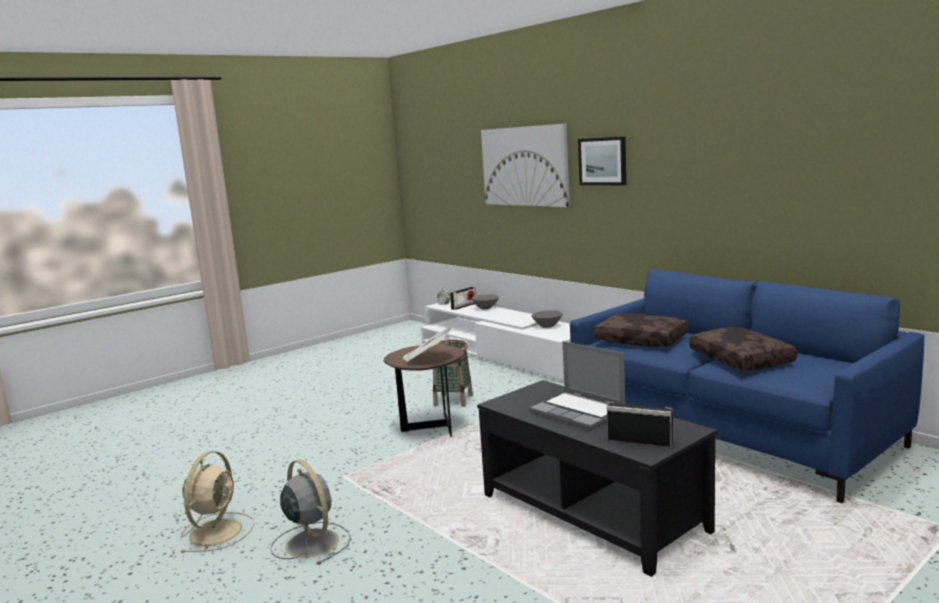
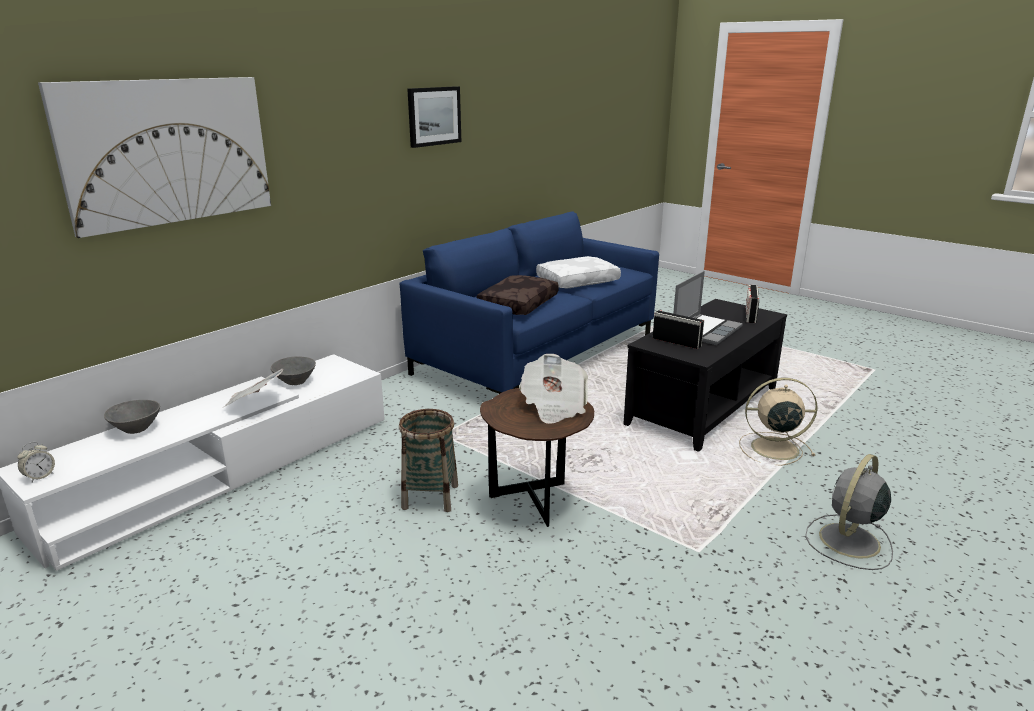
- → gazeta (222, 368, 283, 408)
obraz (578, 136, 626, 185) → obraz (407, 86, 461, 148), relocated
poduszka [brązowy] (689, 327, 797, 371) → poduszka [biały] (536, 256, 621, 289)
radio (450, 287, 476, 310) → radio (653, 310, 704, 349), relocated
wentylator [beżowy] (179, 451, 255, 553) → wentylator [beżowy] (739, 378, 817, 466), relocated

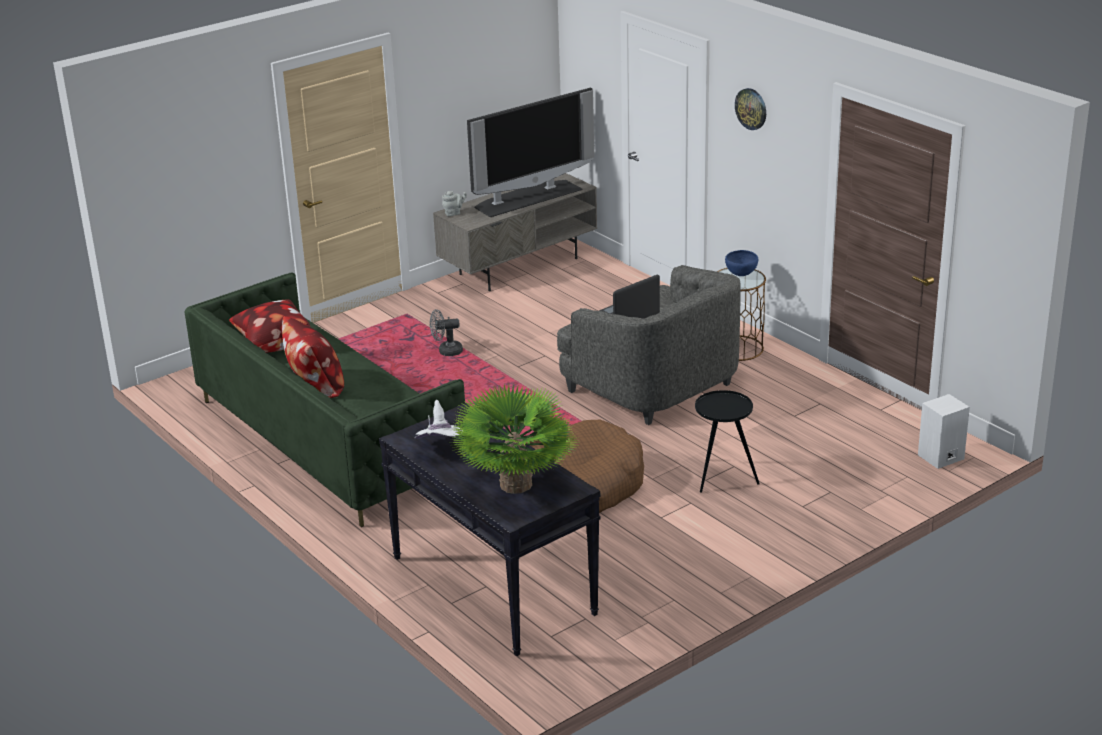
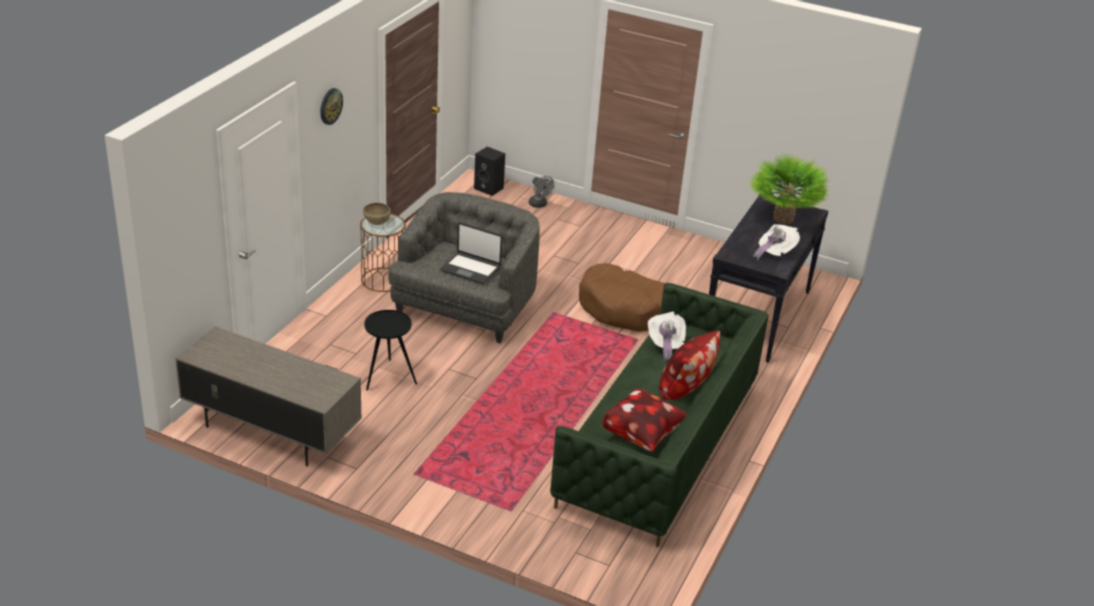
miska [niebieski] (725, 250, 758, 276) → miska [brązowy] (363, 202, 391, 225)
stolik [czarny] (695, 390, 760, 493) → stolik [czarny] (364, 310, 417, 391), relocated
głośnik [biały] (918, 394, 970, 469) → głośnik [czarny] (474, 147, 505, 196)
wentylator [szary] (430, 309, 463, 356) → wentylator [szary] (529, 176, 555, 208), relocated
- → kapelusz [biały] (648, 312, 686, 362)
imbryk [szary] (442, 191, 467, 216) → -
telewizor (467, 88, 594, 217) → -

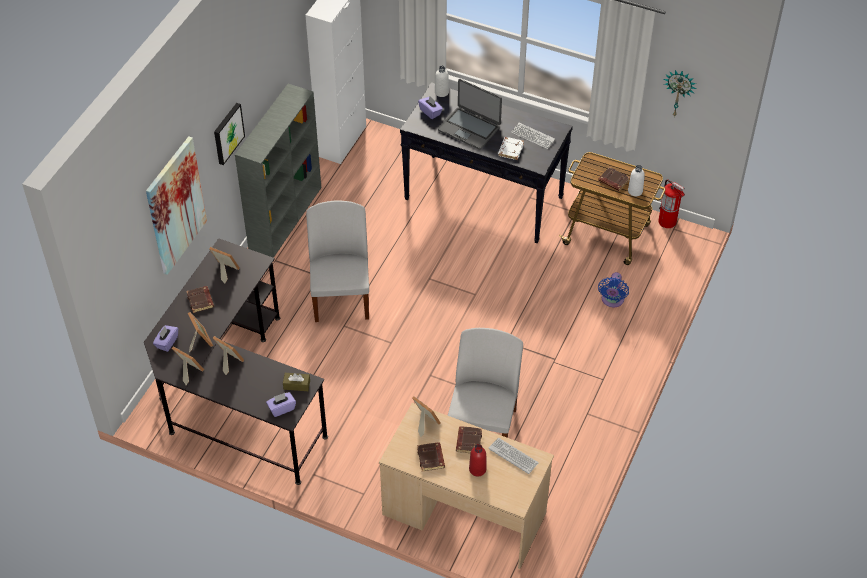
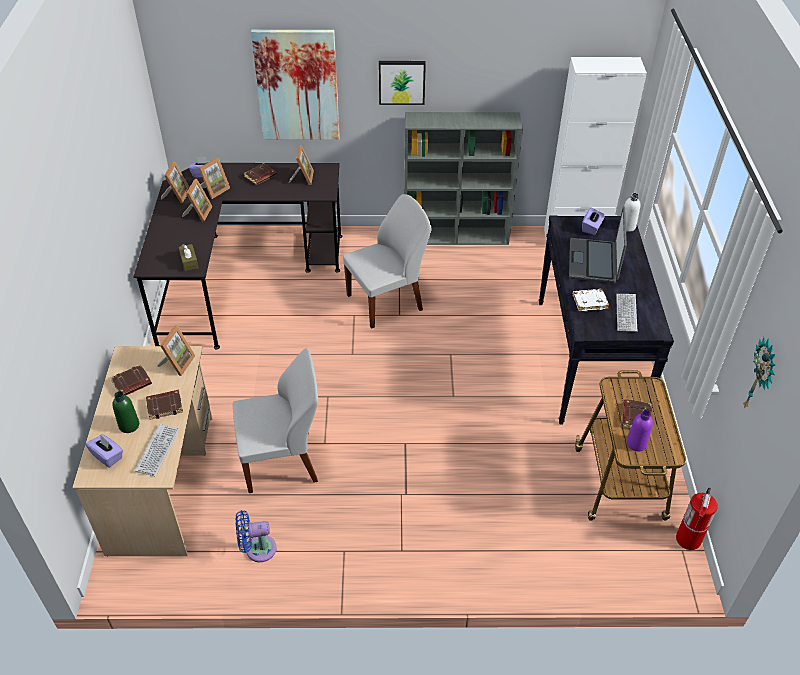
pudełko chusteczek [fioletowy] (266, 392, 296, 417) → pudełko chusteczek [fioletowy] (85, 434, 123, 468), relocated
butelka [czerwony] (469, 444, 487, 476) → butelka [zielony] (112, 391, 139, 433)
wentylator [niebieski] (598, 272, 629, 307) → wentylator [niebieski] (236, 510, 277, 562), relocated
butelka [biały] (628, 165, 645, 196) → butelka [fioletowy] (626, 410, 653, 451)

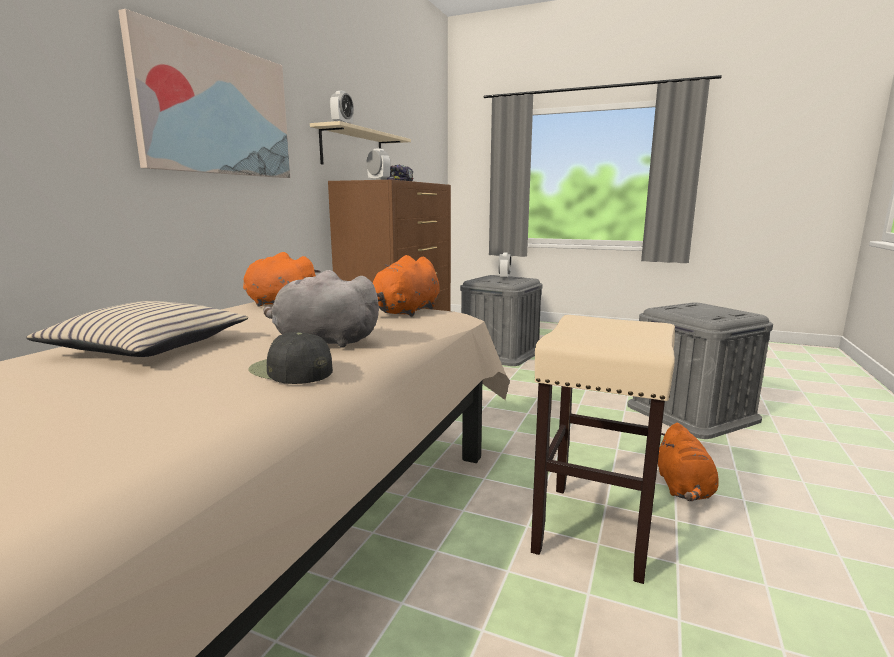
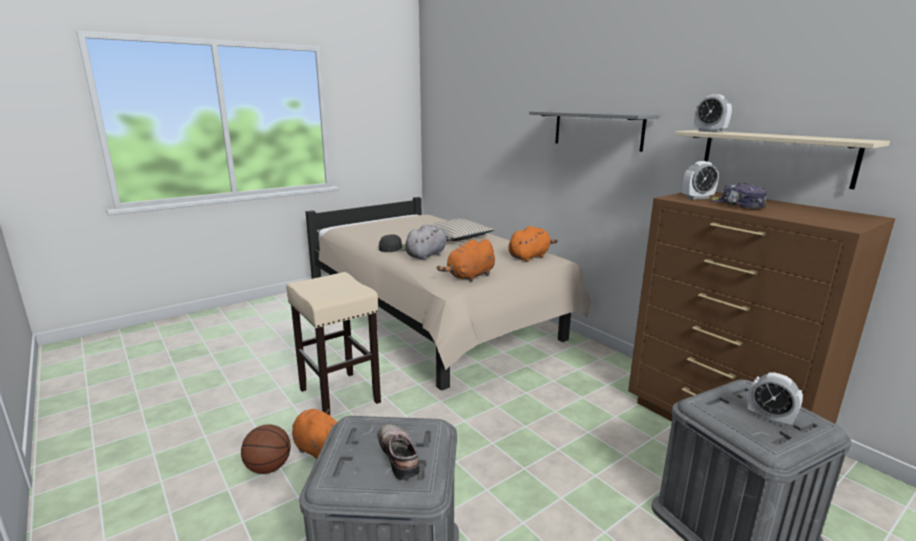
- → piłka do koszykówki (241, 425, 291, 474)
- → but (378, 424, 420, 480)
pluszak [pomarańczowy] (373, 255, 440, 317) → pluszak [pomarańczowy] (437, 239, 495, 282), 105 degrees counterclockwise
obraz (118, 9, 290, 178) → półka [szary] (529, 111, 659, 152)

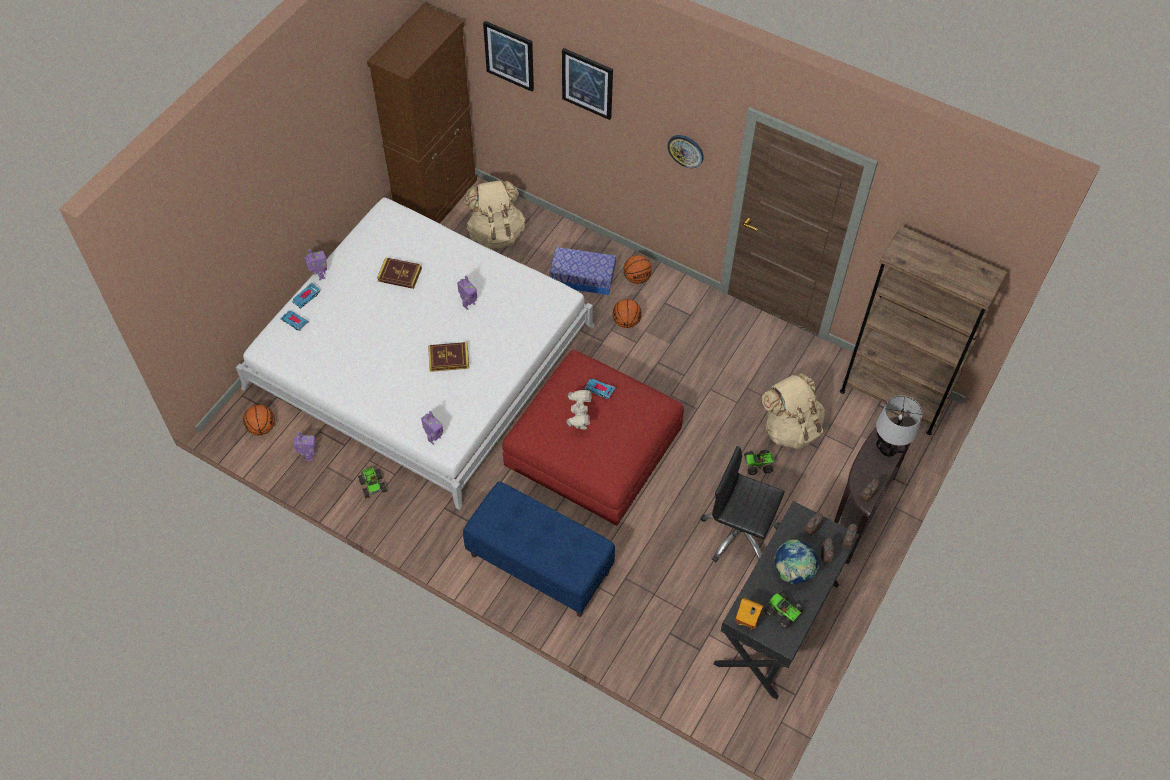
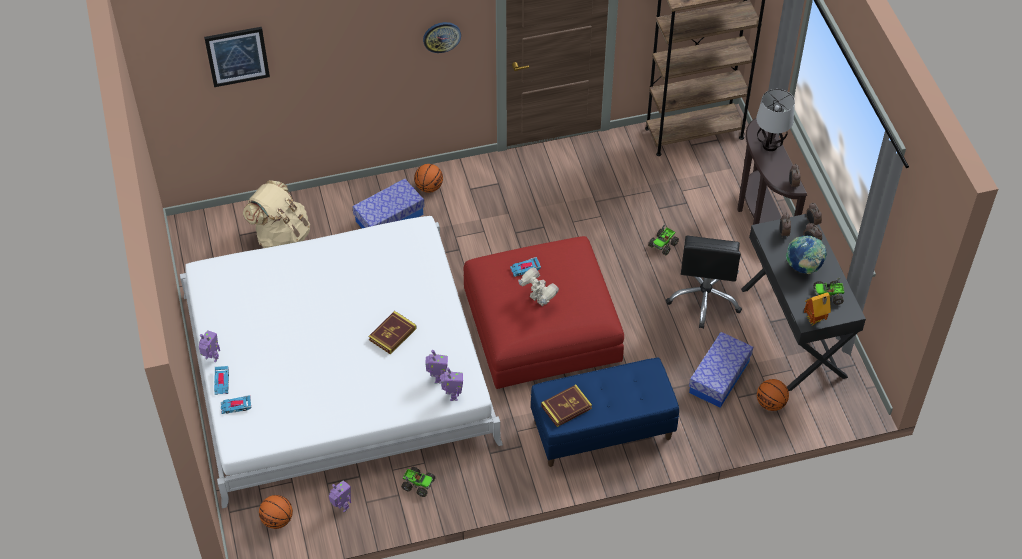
robot zabawkowy (457, 276, 477, 310) → robot zabawkowy (425, 350, 448, 384), relocated
książka (377, 257, 422, 289) → książka (541, 385, 592, 427), relocated
krzesło biurowe [czarny] (701, 446, 785, 562) → krzesło biurowe [czarny] (666, 236, 742, 329), 60 degrees counterclockwise
- → pojemnik do przechowywania (689, 332, 753, 408)
piłka do koszykówki (613, 299, 642, 328) → piłka do koszykówki (757, 379, 789, 411), relocated
szafka [brązowy] (367, 4, 477, 224) → -
obraz (562, 48, 613, 120) → -
plecak [beżowy] (762, 373, 825, 449) → -

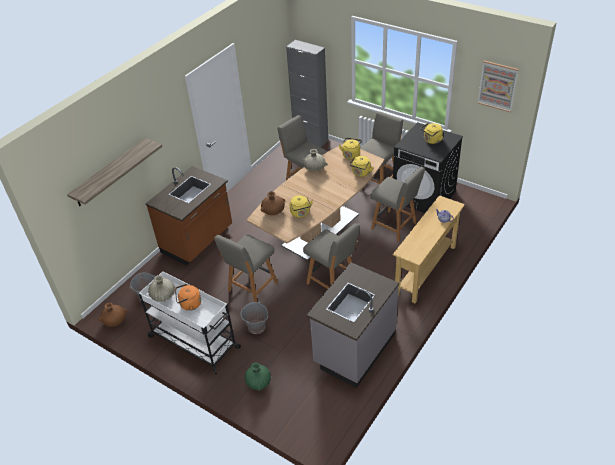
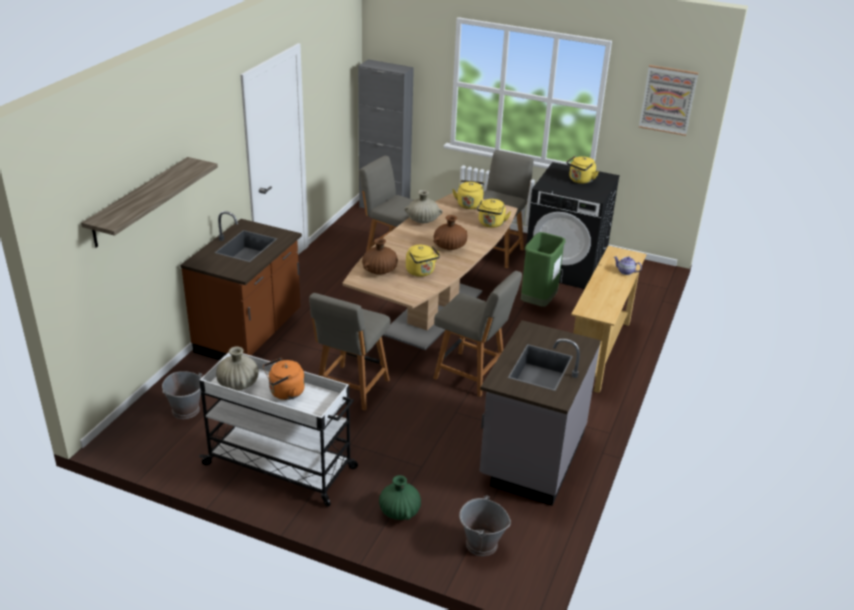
wazon [brązowy] (98, 303, 127, 327) → wazon [brązowy] (433, 215, 467, 250), relocated
wiadro [szary] (240, 301, 268, 334) → wiadro [szary] (459, 495, 511, 556), relocated
krzesło [szary] (370, 167, 425, 242) → kosz na śmieci [zielony] (521, 232, 566, 307)

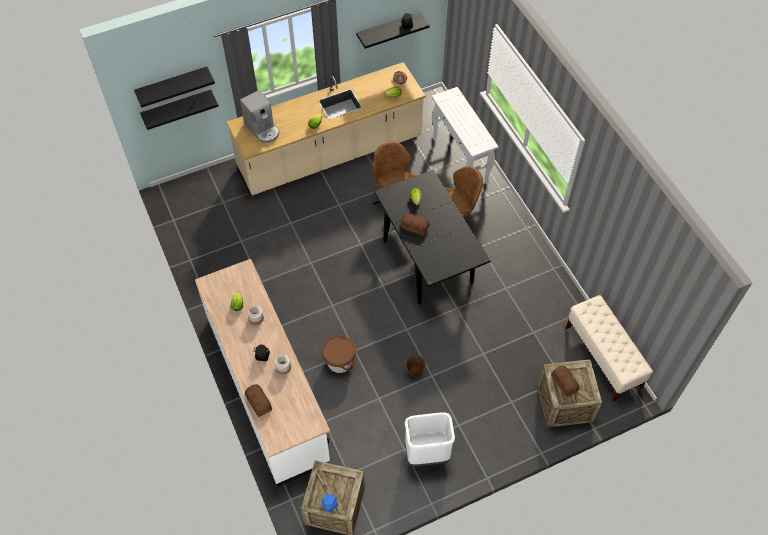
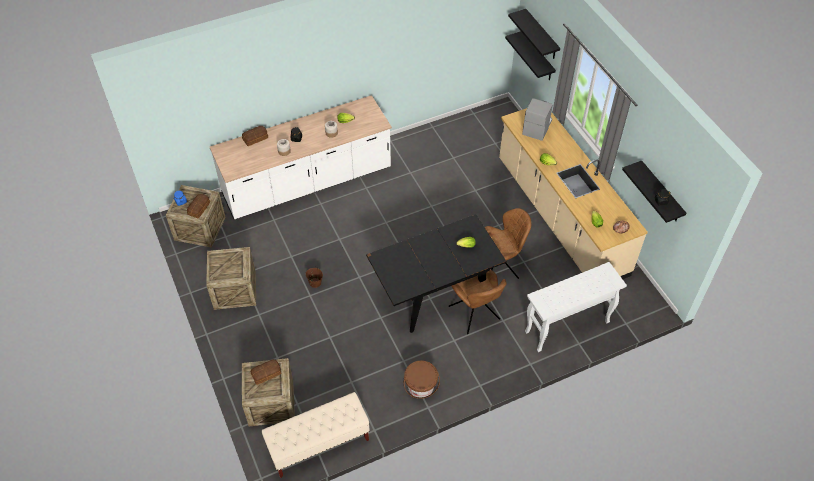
chleb (401, 213, 429, 236) → chleb (187, 194, 210, 218), relocated
kosz na śmieci [biały] (405, 413, 455, 466) → skrzynka (206, 247, 256, 310)
wiadro [brązowy] (322, 335, 356, 373) → wiadro [brązowy] (404, 361, 440, 399), relocated
ekspres do kawy (240, 90, 280, 143) → ekspres do kawy (522, 98, 553, 141), 150 degrees clockwise

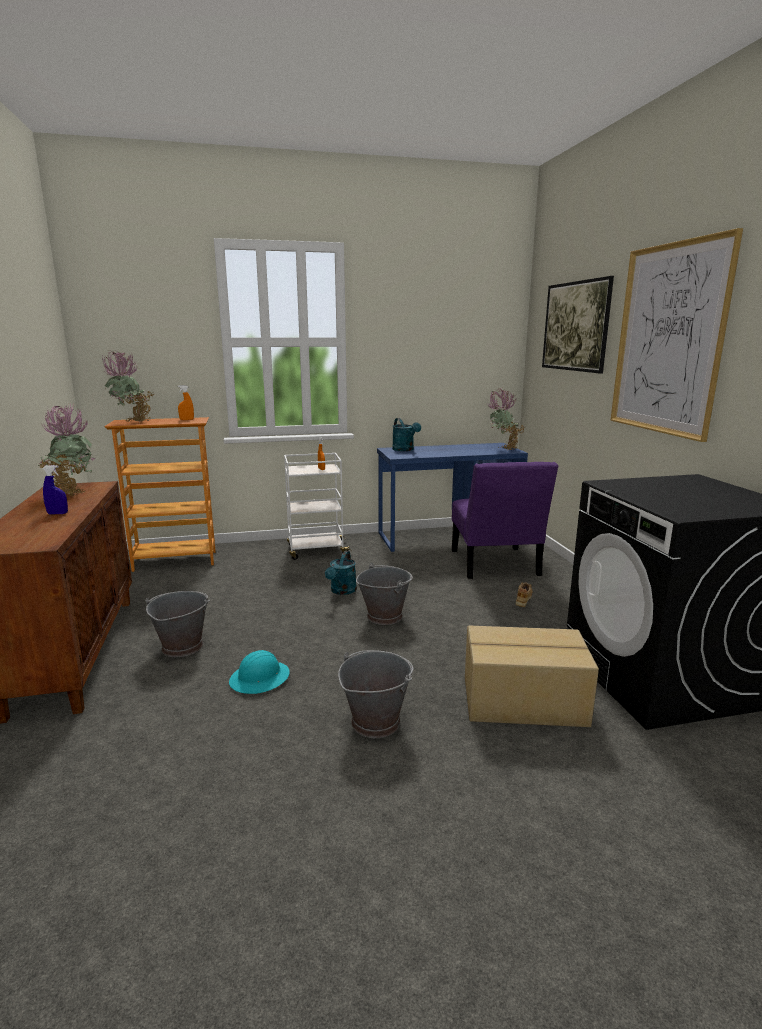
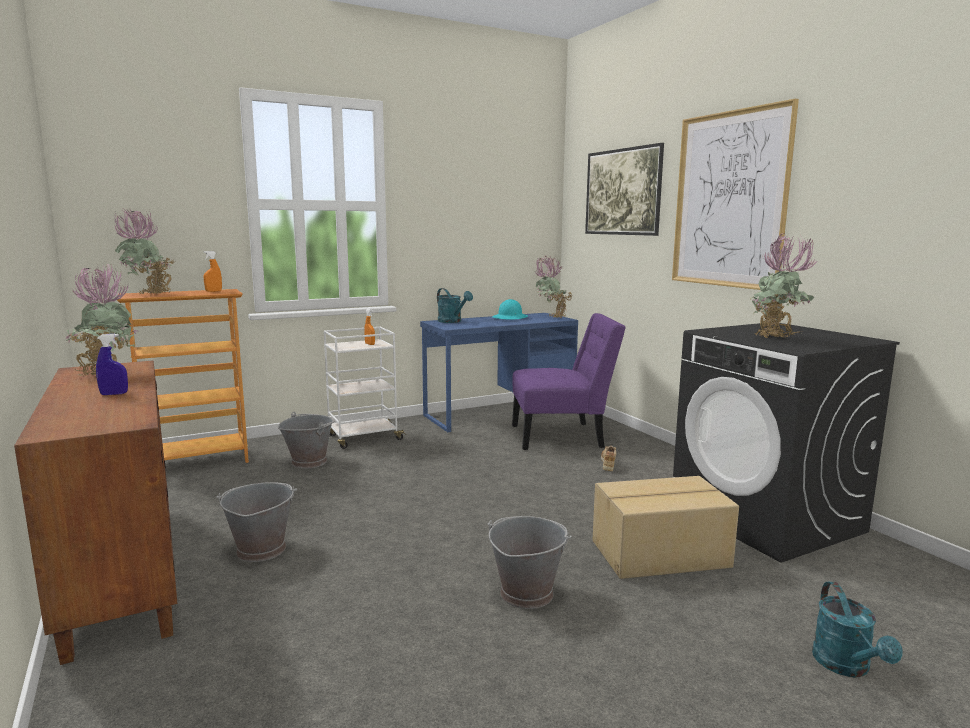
wiadro [szary] (356, 563, 413, 625) → wiadro [szary] (278, 412, 334, 469), relocated
kask [turkusowy] (229, 650, 290, 694) → kask [turkusowy] (492, 299, 528, 320), relocated
krzesło [fioletowy] (452, 462, 559, 579) → krzesło [fioletowy] (512, 313, 626, 450), 75 degrees counterclockwise
- → roślina doniczkowa (751, 233, 817, 338)
konewka [turkusowy] (325, 551, 357, 595) → konewka [turkusowy] (812, 582, 903, 677), relocated

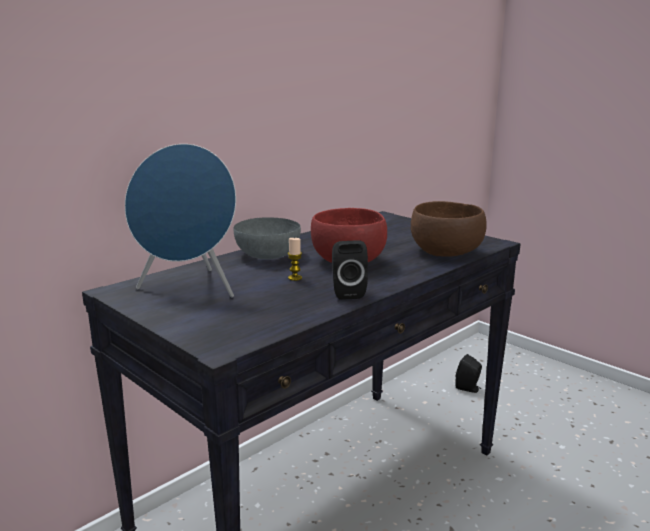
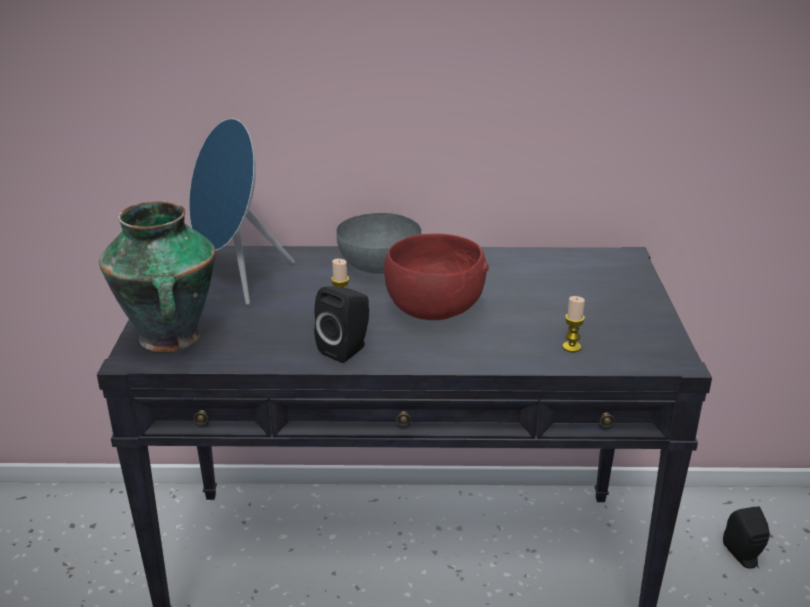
- → wazon (99, 201, 215, 352)
miska [brązowy] (411, 201, 487, 257) → świeca (562, 296, 585, 352)

